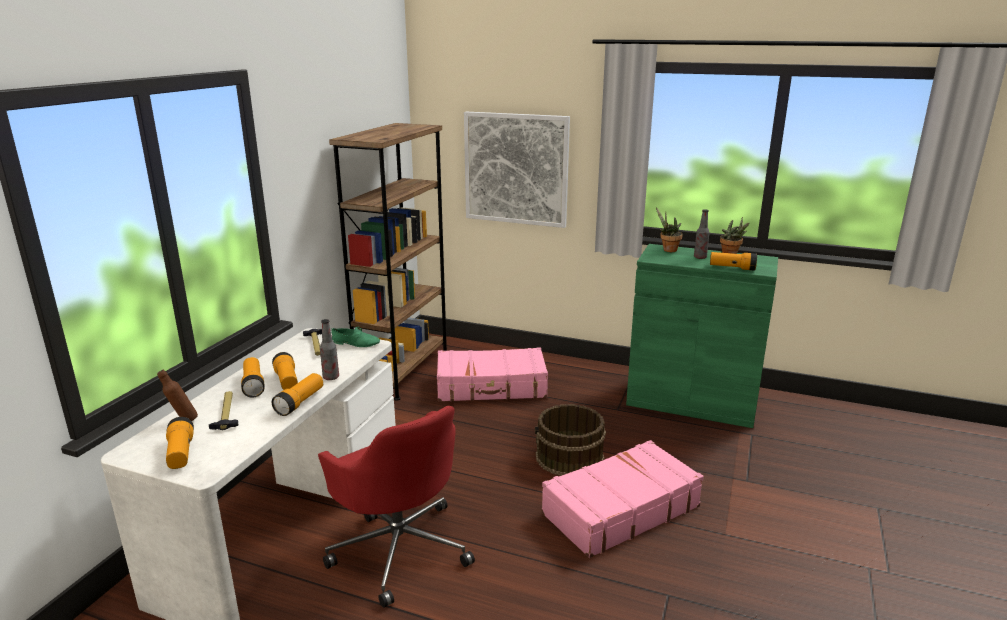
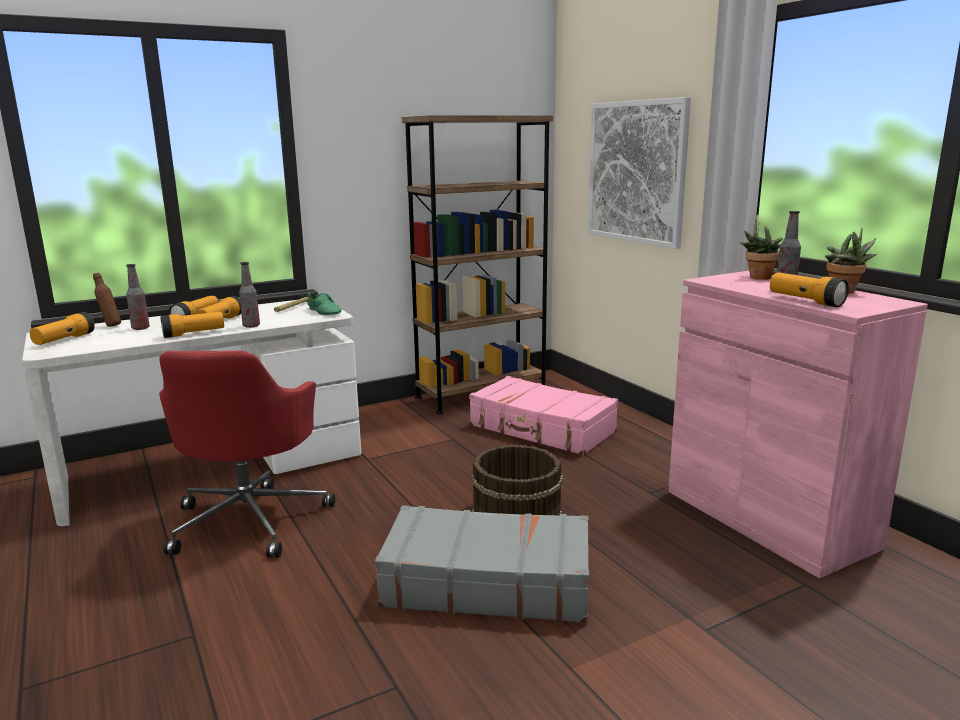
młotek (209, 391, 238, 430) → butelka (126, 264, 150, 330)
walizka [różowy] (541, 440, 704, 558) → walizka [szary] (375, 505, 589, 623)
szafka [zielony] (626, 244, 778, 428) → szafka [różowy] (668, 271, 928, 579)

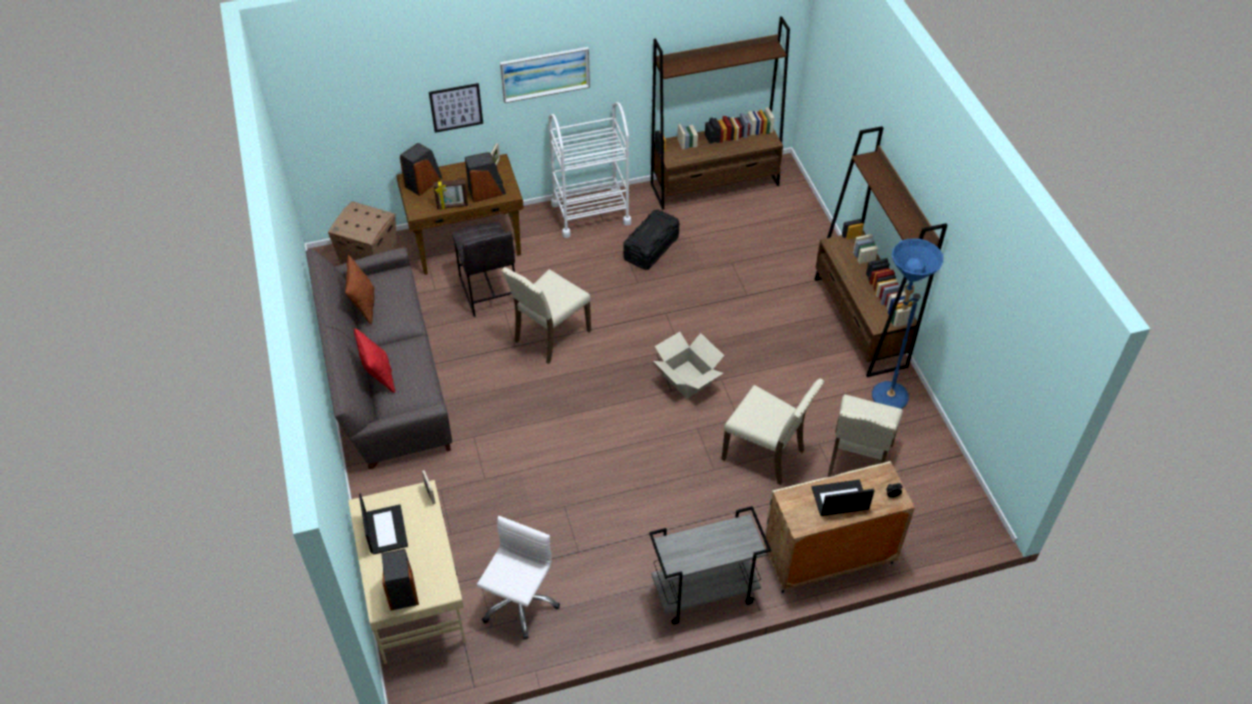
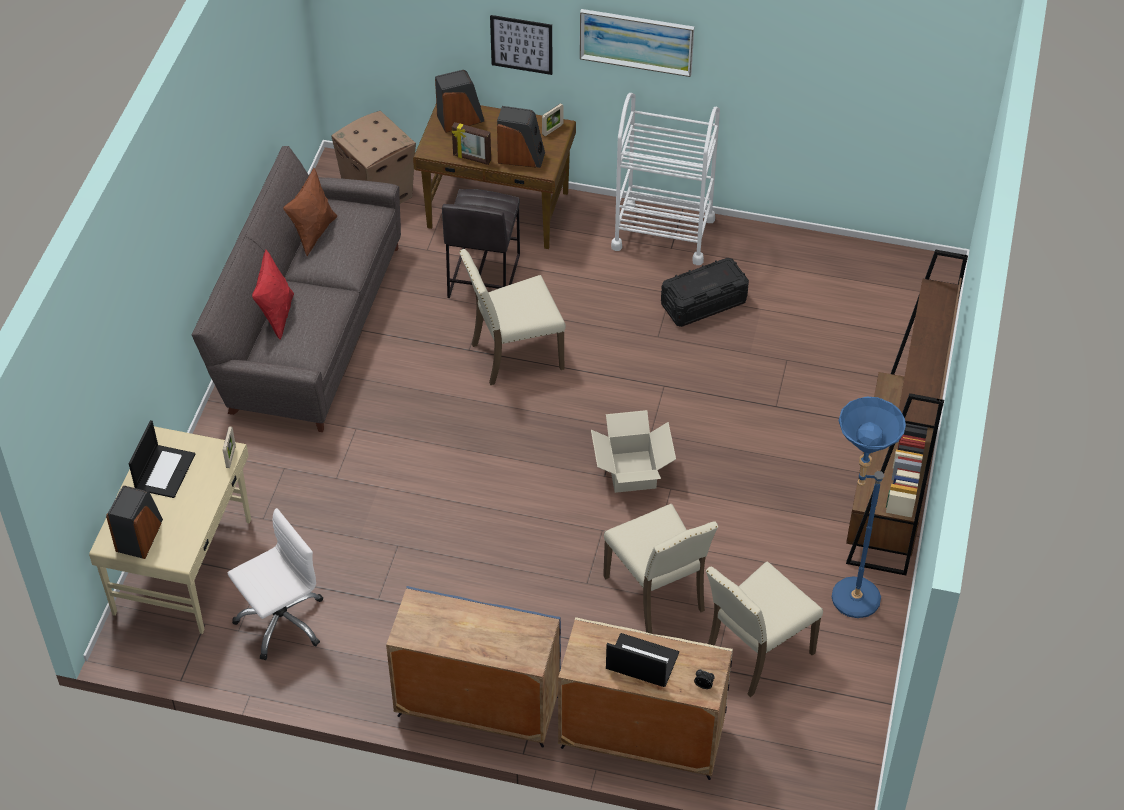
wózek [szary] (649, 506, 771, 625) → szafka [niebieski] (386, 586, 561, 748)
regał [brązowy] (651, 16, 790, 210) → -

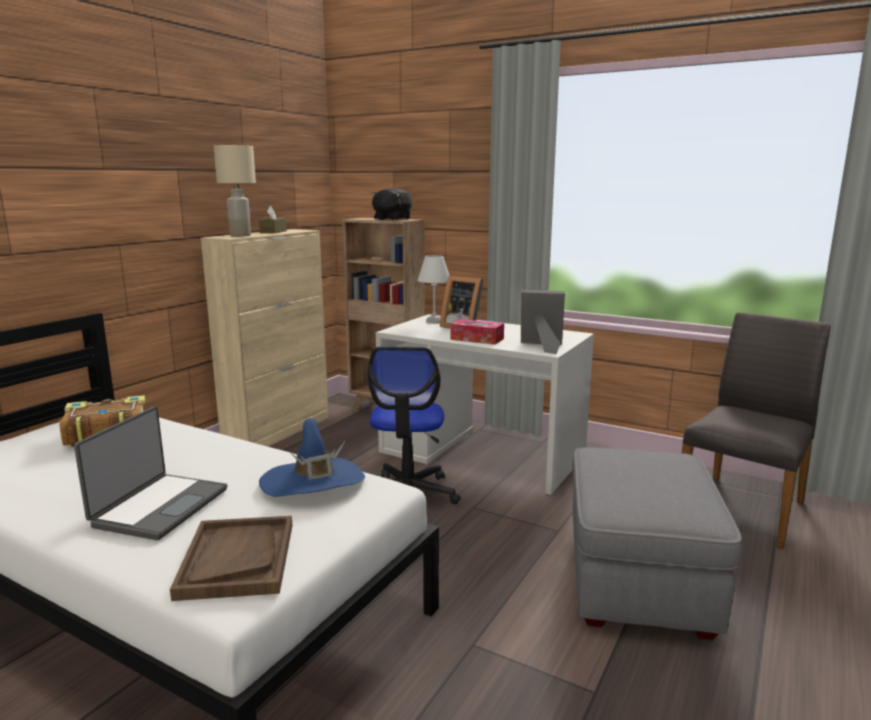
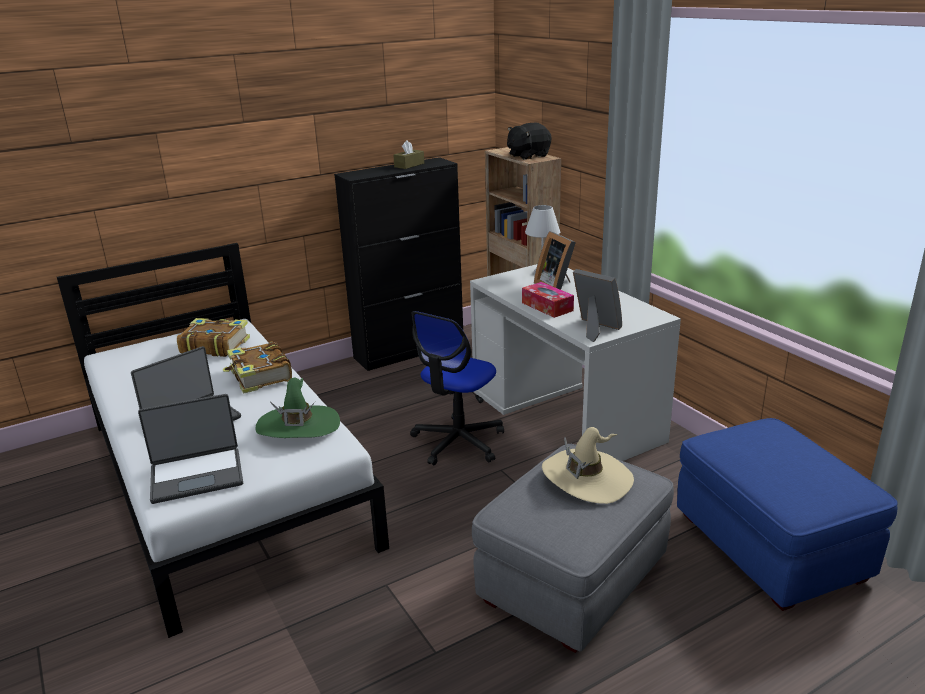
taca [brązowy] (170, 516, 292, 601) → laptop (138, 394, 243, 504)
- → książka (223, 341, 292, 394)
kapelusz [niebieski] (259, 418, 365, 497) → kapelusz [zielony] (255, 378, 340, 438)
szafka [beżowy] (201, 229, 329, 447) → szafka [czarny] (334, 157, 463, 371)
- → kapelusz [beżowy] (542, 427, 634, 504)
krzesło [szary] (682, 312, 831, 549) → pufa [niebieski] (677, 418, 898, 611)
lampa stołowa [beżowy] (214, 145, 256, 236) → -

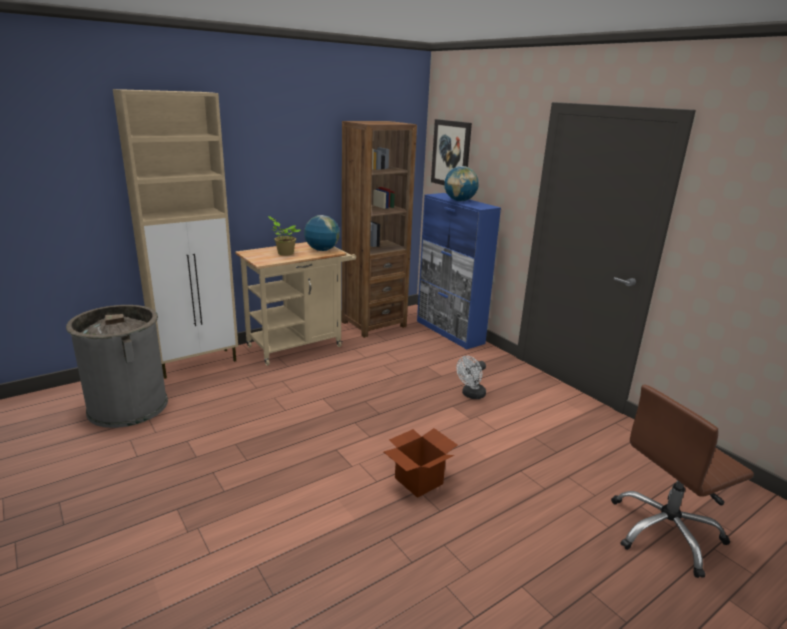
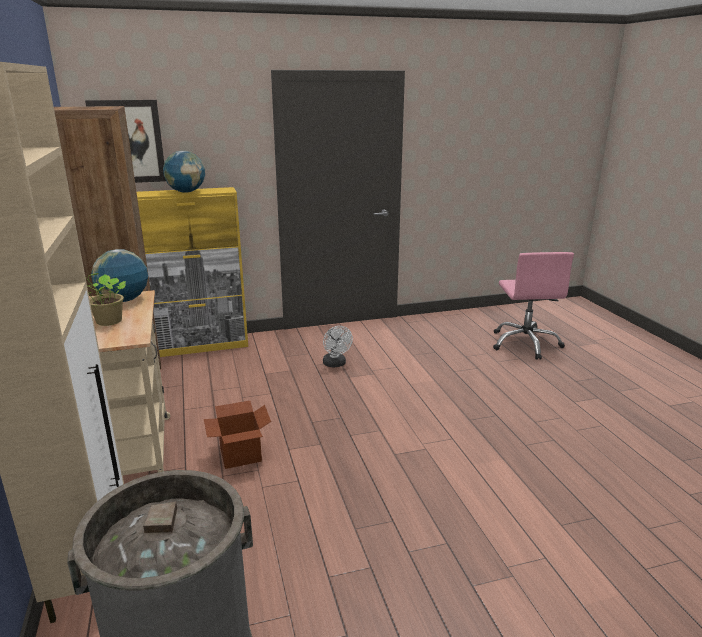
szafka [niebieski] (417, 193, 501, 349) → szafka [żółty] (137, 187, 248, 357)
karton (384, 428, 458, 498) → karton (204, 401, 271, 469), relocated
krzesło biurowe [brązowy] (611, 385, 754, 578) → krzesło biurowe [różowy] (493, 252, 574, 360)

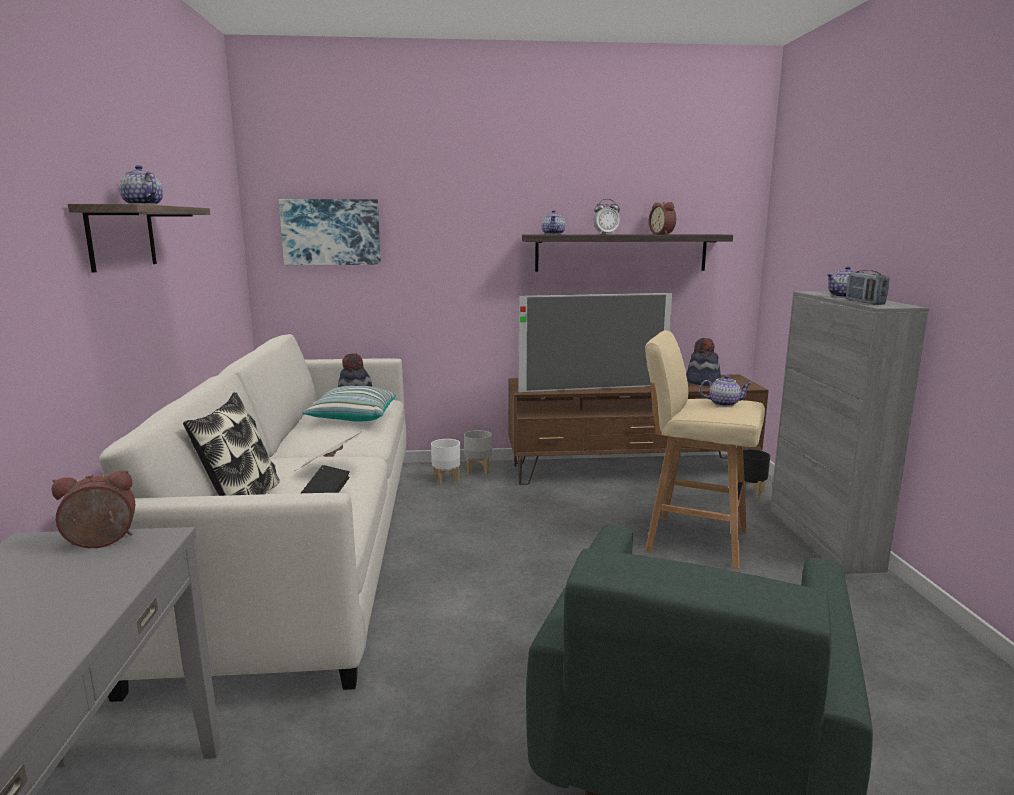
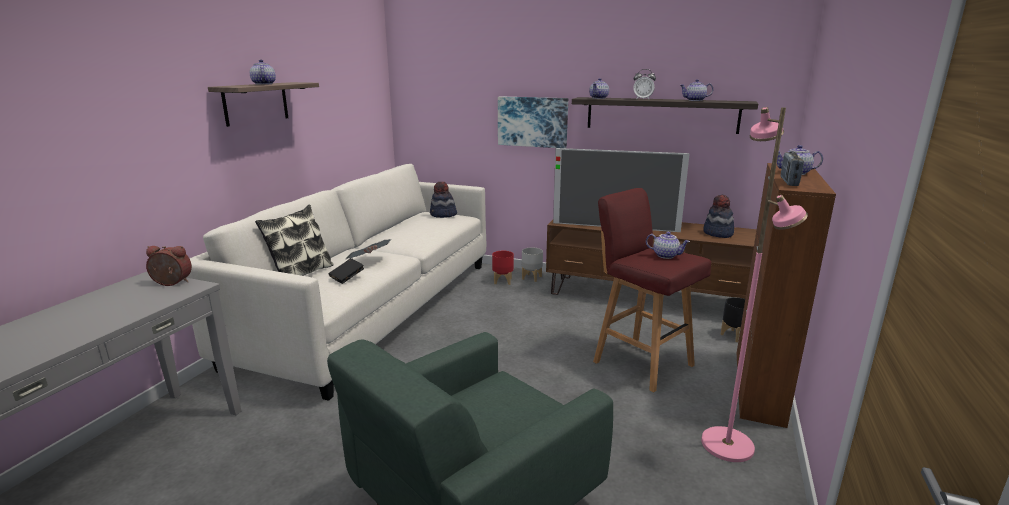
donica [biały] (431, 439, 461, 486) → donica [czerwony] (492, 251, 514, 285)
obraz (279, 199, 381, 265) → obraz (498, 96, 568, 148), relocated
stołek [beżowy] (645, 330, 765, 569) → stołek [czerwony] (593, 188, 711, 393)
budzik (649, 202, 676, 234) → imbryk (680, 79, 713, 101)
- → lampa stojąca [różowy] (701, 107, 808, 462)
szafka [szary] (770, 291, 929, 574) → szafka [brązowy] (736, 163, 836, 428)
poduszka (302, 386, 396, 422) → -

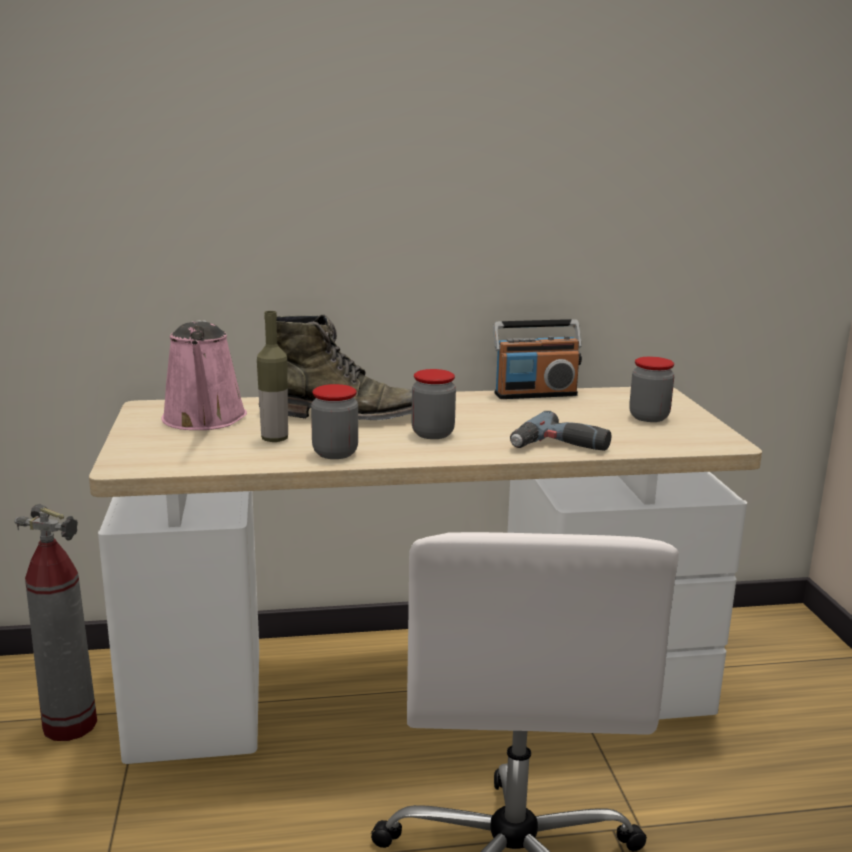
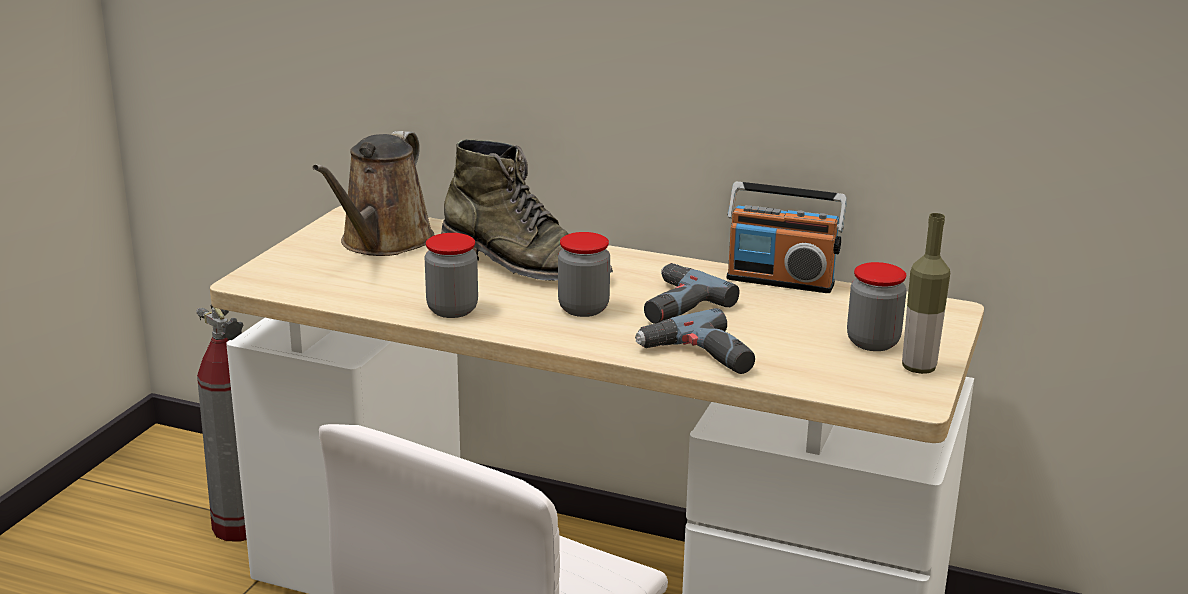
konewka [różowy] (161, 320, 247, 430) → konewka [brązowy] (312, 131, 434, 256)
- → wiertarka (644, 263, 740, 324)
butelka (257, 311, 288, 442) → butelka (902, 213, 950, 374), relocated

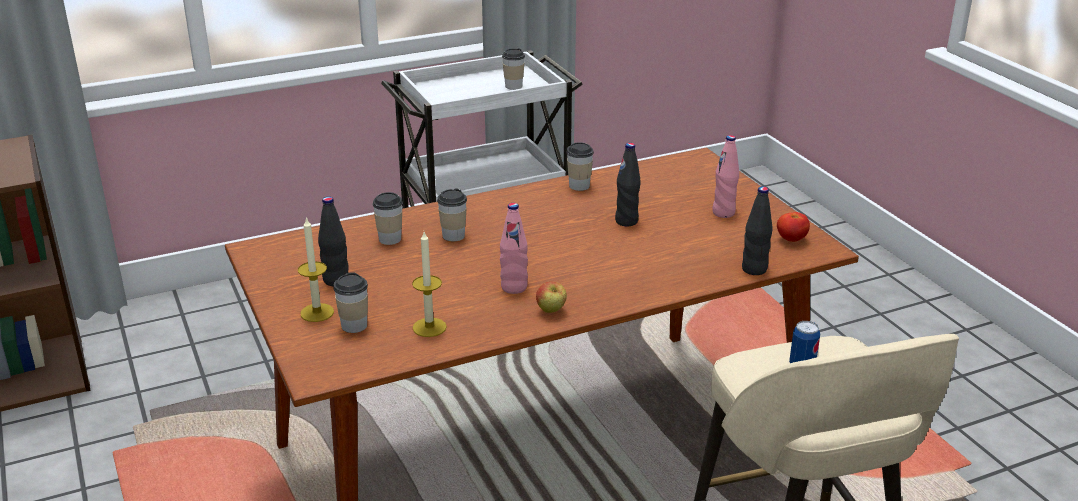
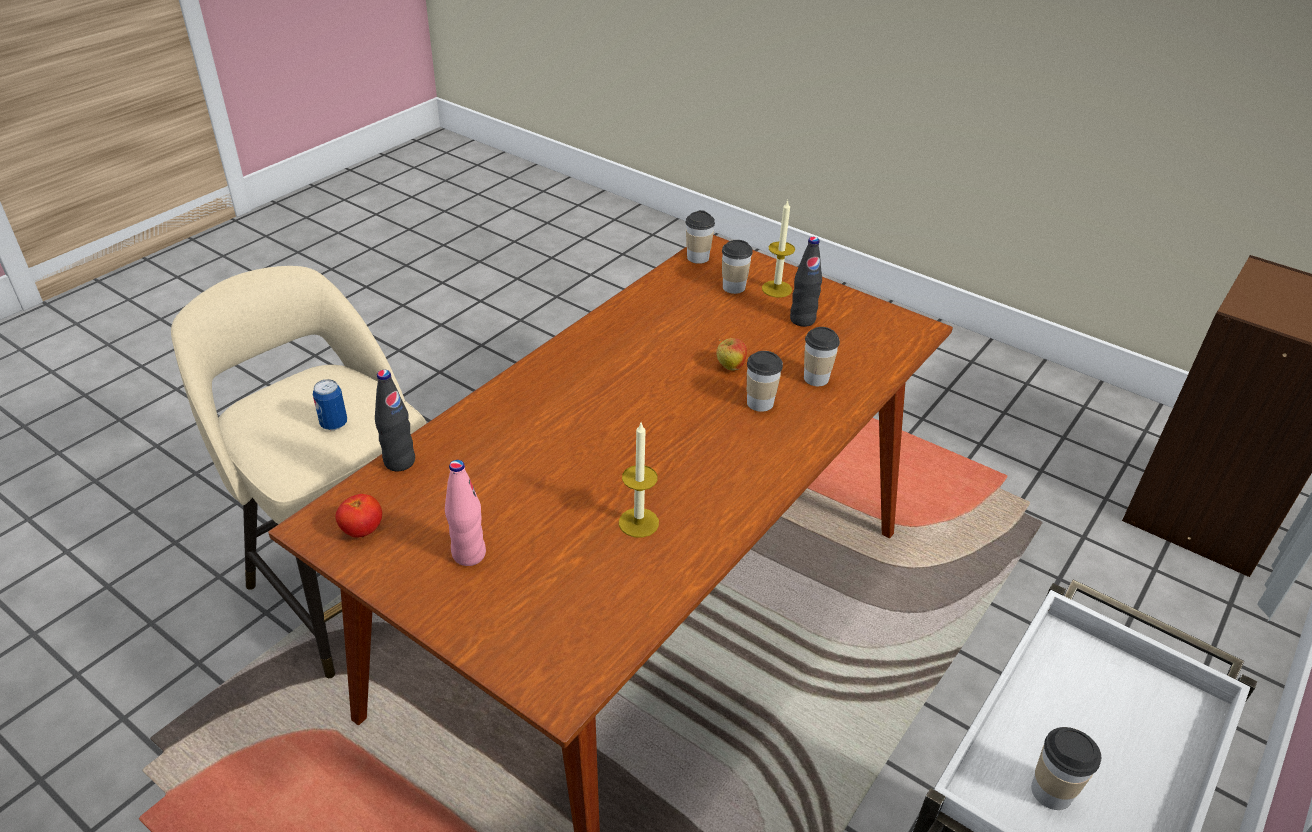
świeca (412, 232, 447, 337) → świeca (619, 423, 659, 538), relocated
filiżanka (566, 142, 594, 191) → filiżanka (685, 210, 715, 264), relocated
jabłko (536, 282, 567, 313) → jabłko (716, 338, 747, 370), relocated
butelka [różowy] (500, 203, 528, 294) → -
butelka [czarny] (615, 143, 641, 226) → -

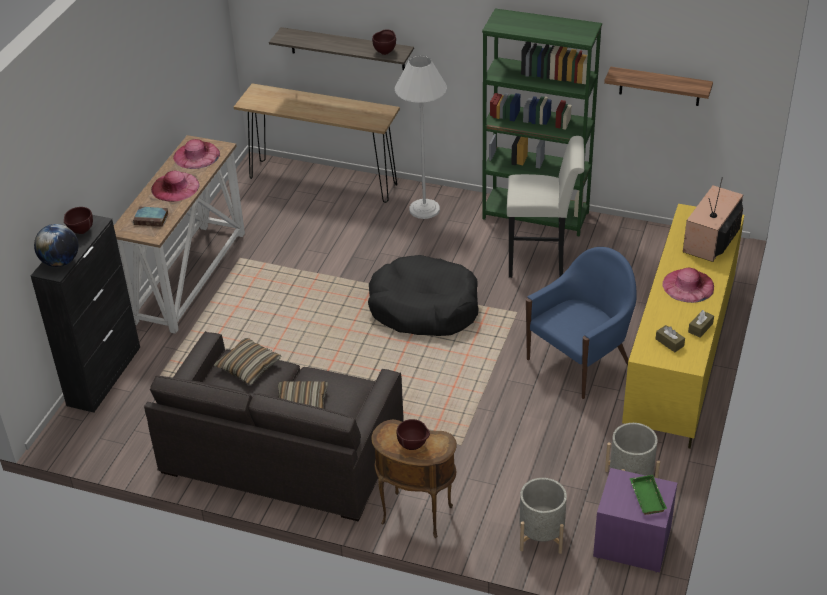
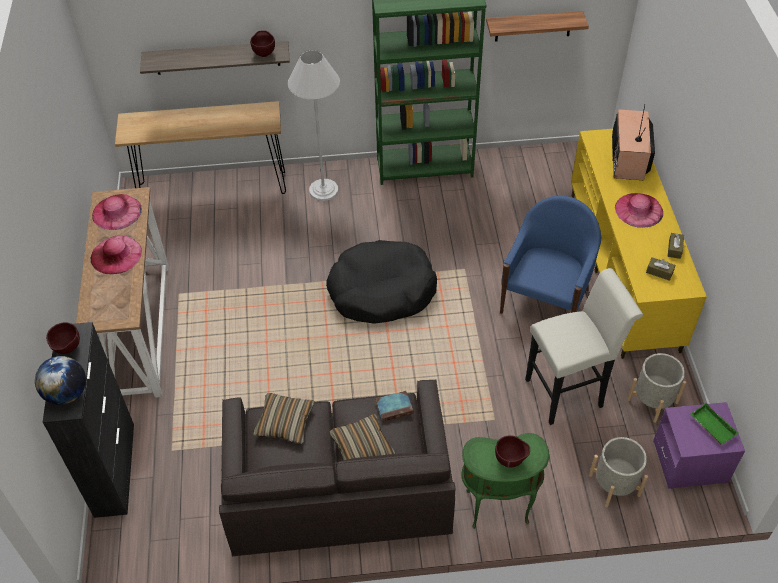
książka (133, 207, 169, 227) → książka (375, 391, 413, 422), relocated
stolik [brązowy] (371, 420, 457, 538) → stolik [zielony] (461, 433, 549, 529)
stołek [biały] (507, 136, 584, 278) → stołek [biały] (525, 268, 643, 425), relocated

